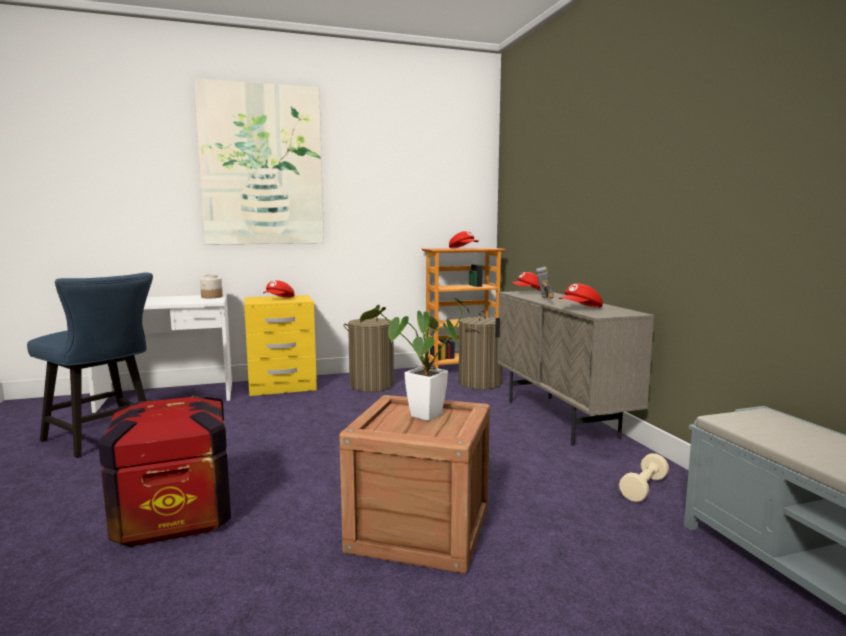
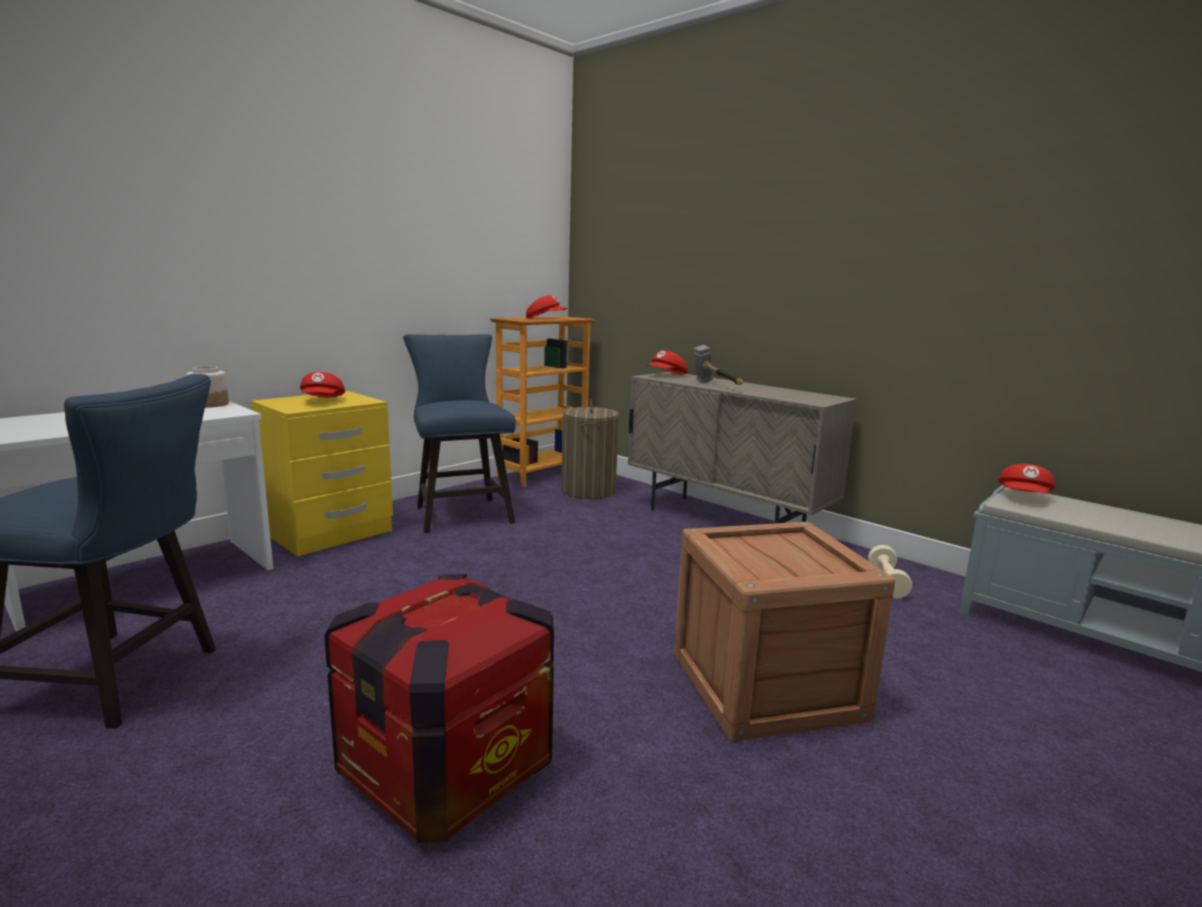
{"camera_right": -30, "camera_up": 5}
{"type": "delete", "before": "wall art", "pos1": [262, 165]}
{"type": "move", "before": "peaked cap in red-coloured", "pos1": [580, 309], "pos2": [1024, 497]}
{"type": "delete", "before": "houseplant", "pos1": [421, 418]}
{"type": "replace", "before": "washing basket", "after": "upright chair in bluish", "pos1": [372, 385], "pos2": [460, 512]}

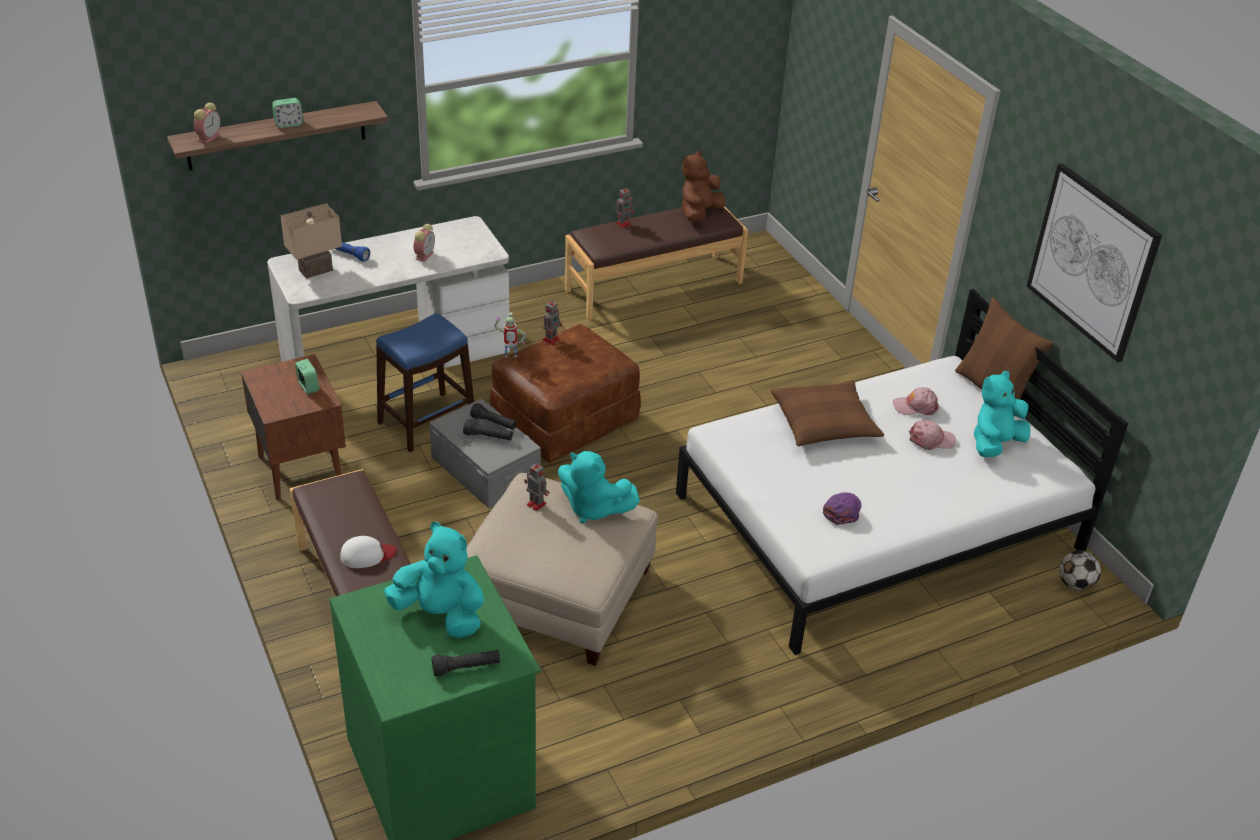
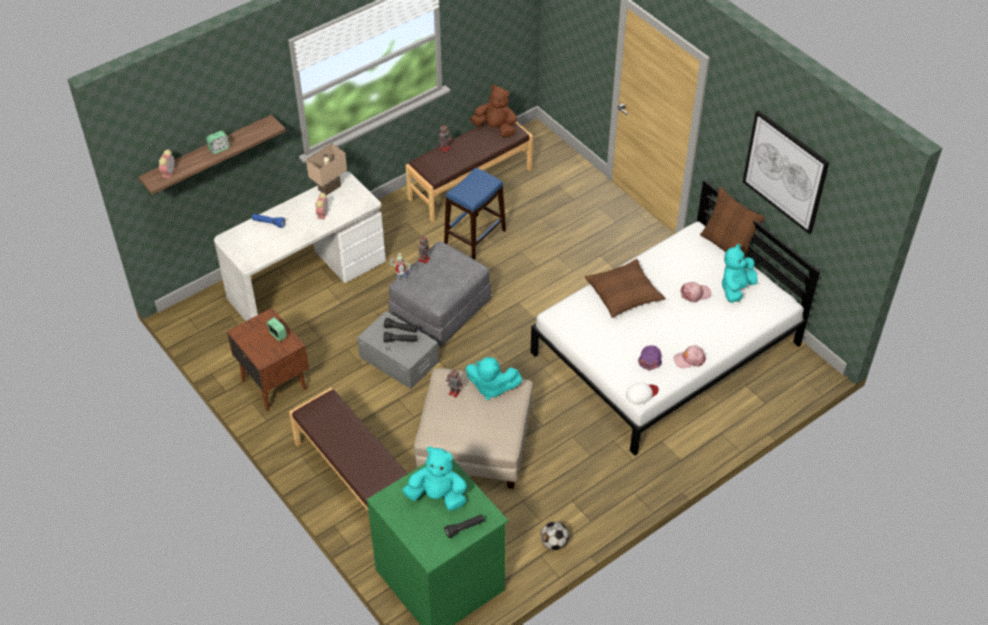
{"camera_right": -10, "camera_up": 10}
{"type": "rotate", "before": "soft toy in brown", "pos1": [699, 213], "pos2": [495, 128], "turn": 90}
{"type": "move", "before": "lamp for a table in sand-coloured", "pos1": [316, 271], "pos2": [330, 188]}
{"type": "move", "before": "stool in bluish", "pos1": [427, 422], "pos2": [475, 237]}
{"type": "recolor", "before": "ottoman in brown", "after": "ottoman in grey", "pos1": [565, 420], "pos2": [440, 309]}
{"type": "move", "before": "peaked cap in pink", "pos1": [915, 406], "pos2": [689, 359]}
{"type": "move", "before": "peaked cap in white-coloured", "pos1": [367, 555], "pos2": [641, 394]}
{"type": "move", "before": "ball for football", "pos1": [1075, 584], "pos2": [554, 543]}

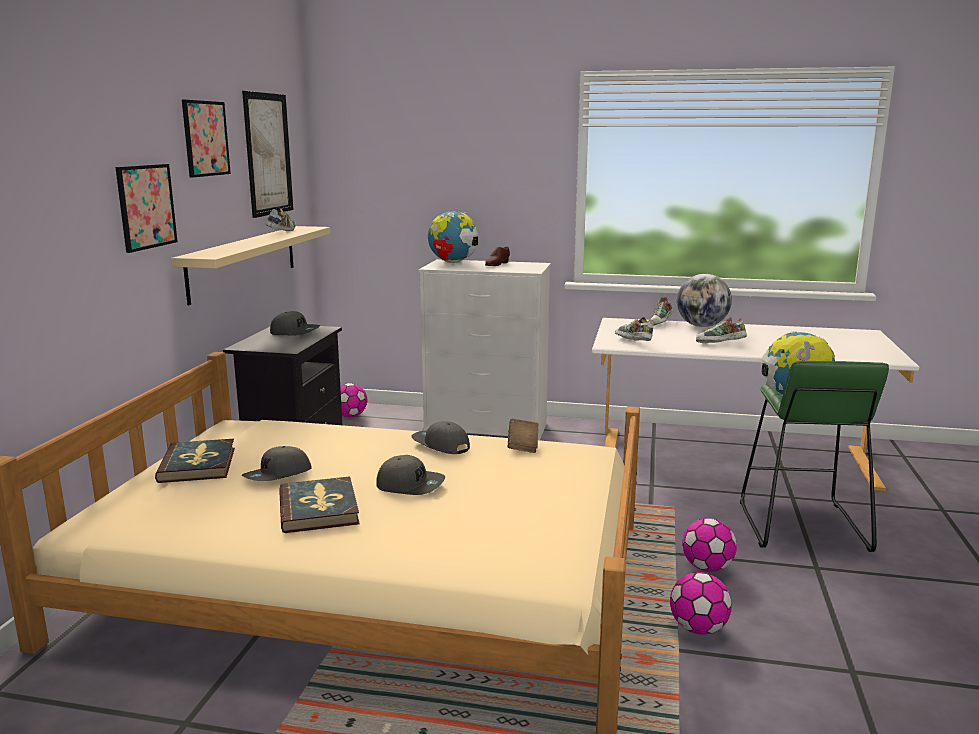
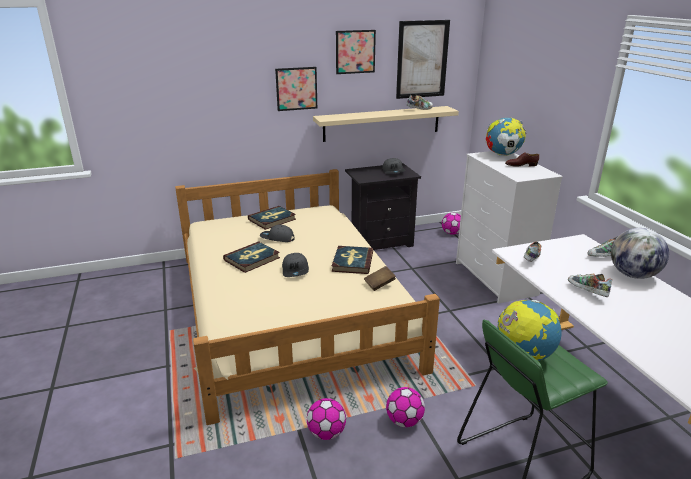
{"camera_right": 60, "camera_up": 10}
{"type": "replace", "before": "peaked cap in grey", "after": "book", "pos1": [440, 446], "pos2": [352, 262]}

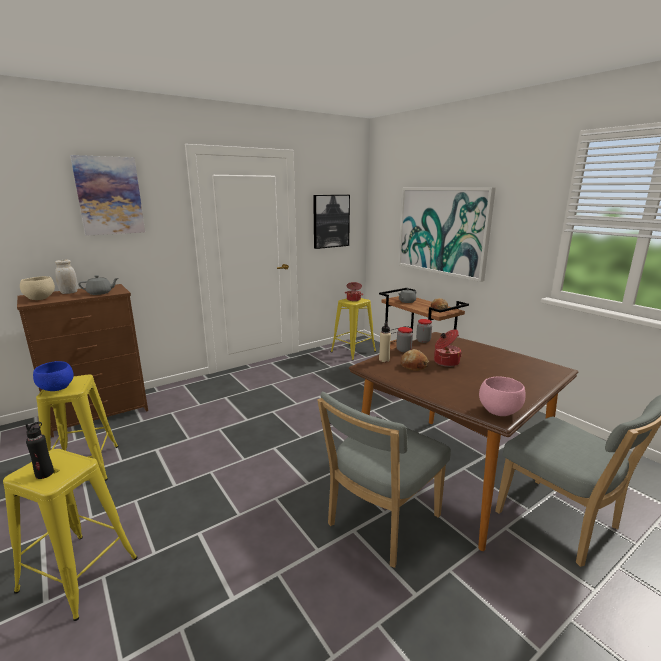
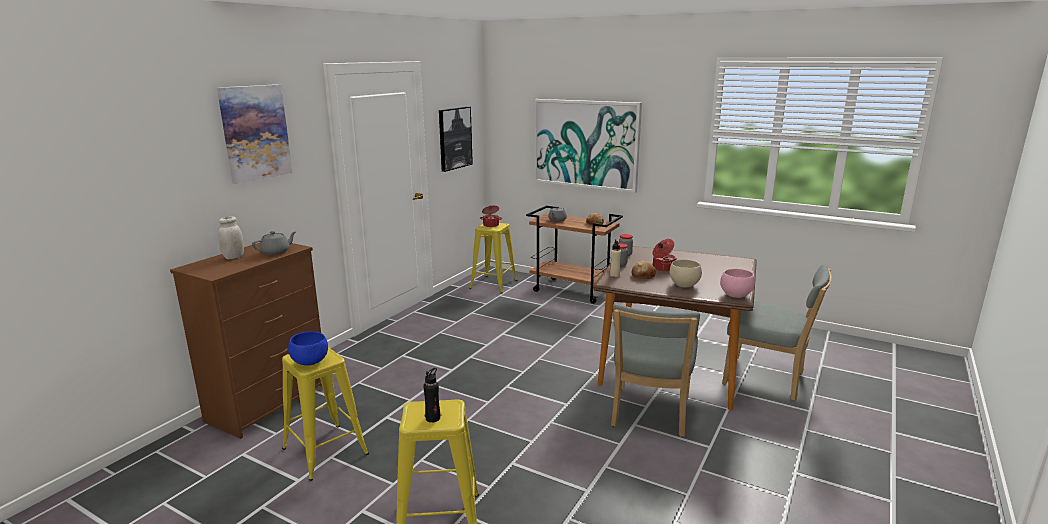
{"camera_right": -25, "camera_up": 0}
{"type": "move", "before": "bowl in sand-coloured", "pos1": [39, 299], "pos2": [683, 285]}

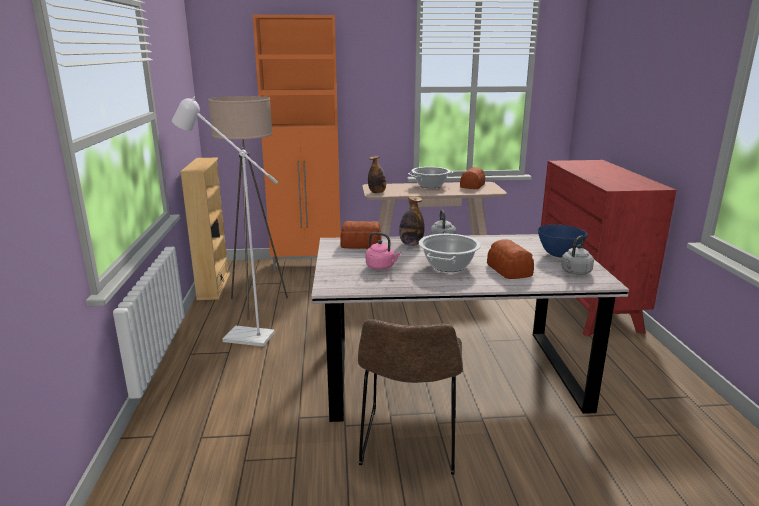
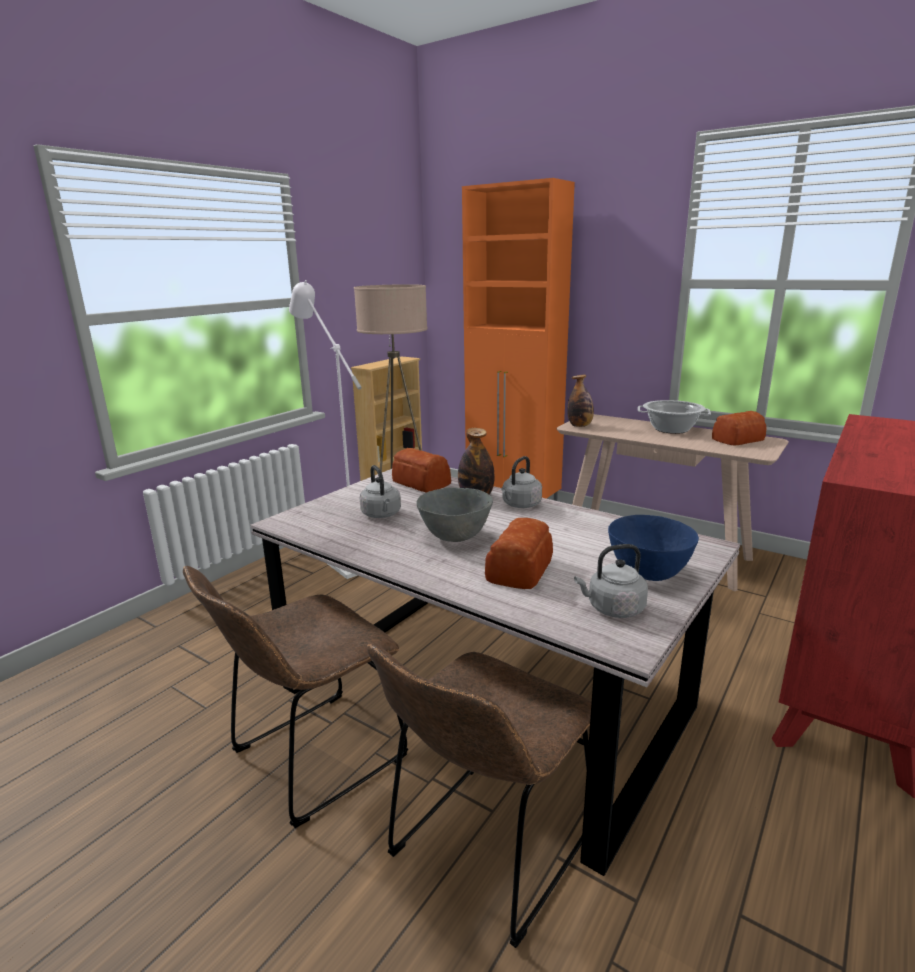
{"camera_right": 40, "camera_up": 0}
{"type": "recolor", "before": "tea kettle in pink", "after": "tea kettle in grey", "pos1": [381, 267], "pos2": [382, 515]}
{"type": "replace", "before": "saucepot", "after": "bowl in grey", "pos1": [448, 266], "pos2": [455, 537]}
{"type": "insert", "after": "upright chair in brown", "pos2": [486, 851]}

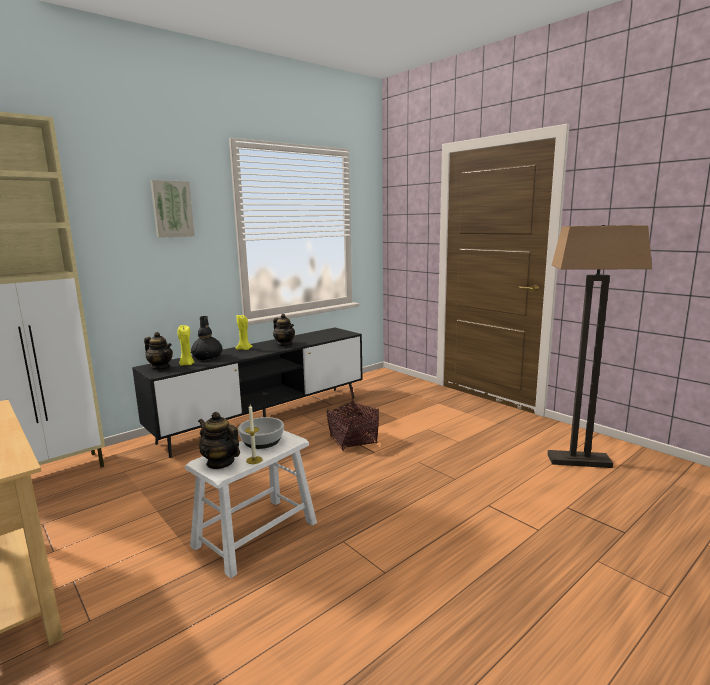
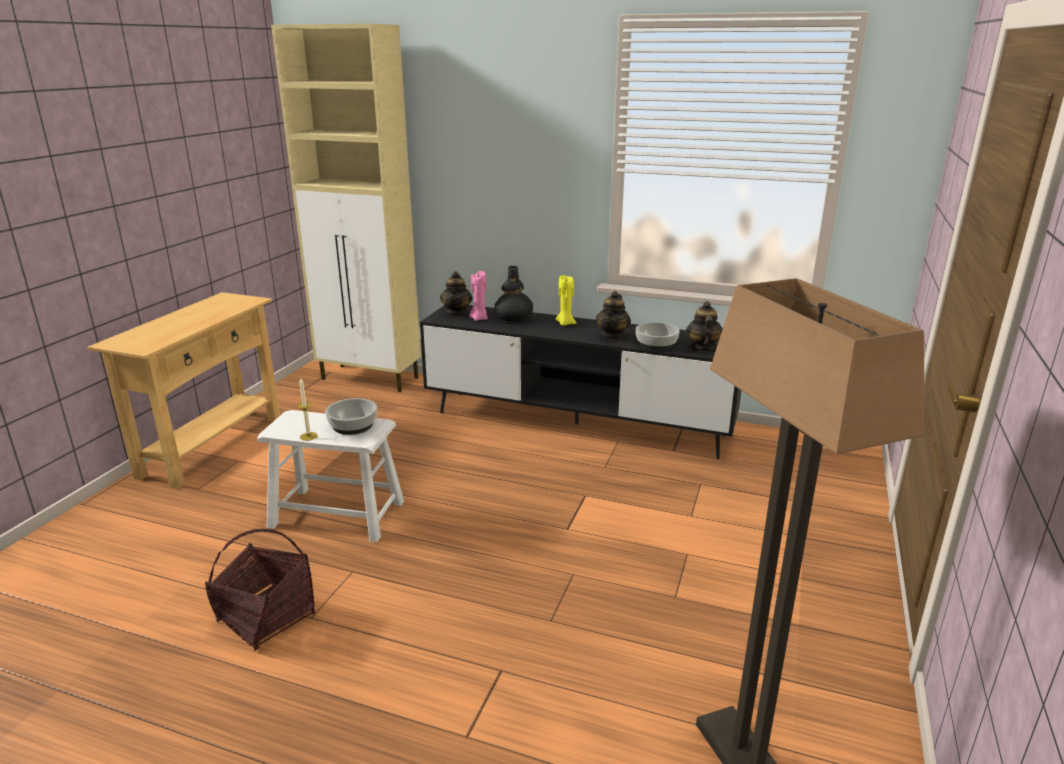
{"camera_right": 60, "camera_up": 10}
{"type": "delete", "before": "wall art", "pos1": [172, 209]}
{"type": "recolor", "before": "candle in yellow-coloured", "after": "candle in pink", "pos1": [186, 364], "pos2": [479, 318]}
{"type": "move", "before": "household basket", "pos1": [353, 440], "pos2": [267, 618]}
{"type": "move", "before": "tea pot", "pos1": [220, 463], "pos2": [702, 348]}
{"type": "insert", "after": "bowl", "pos2": [656, 344]}

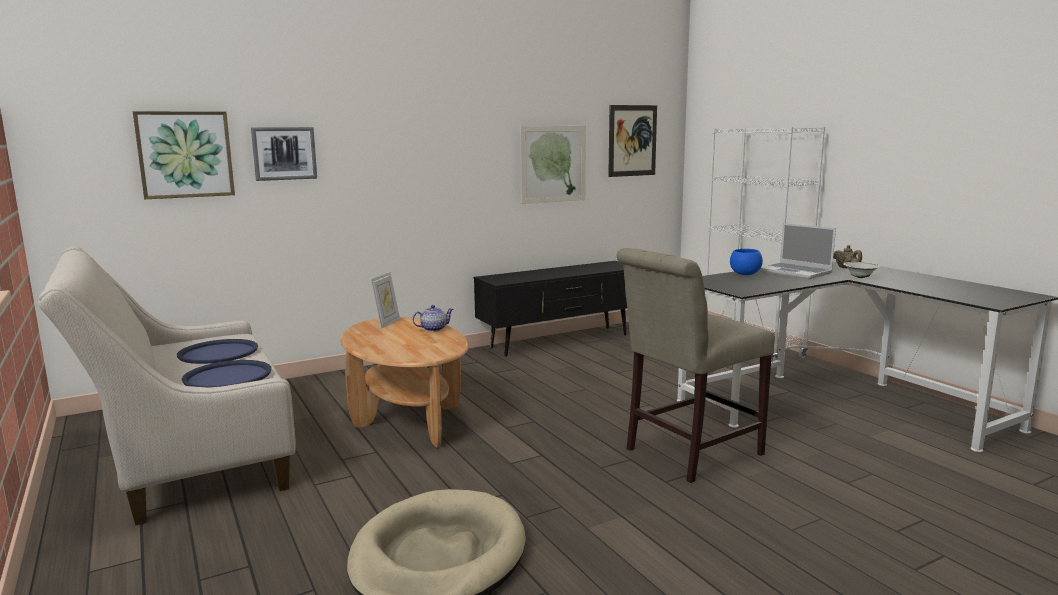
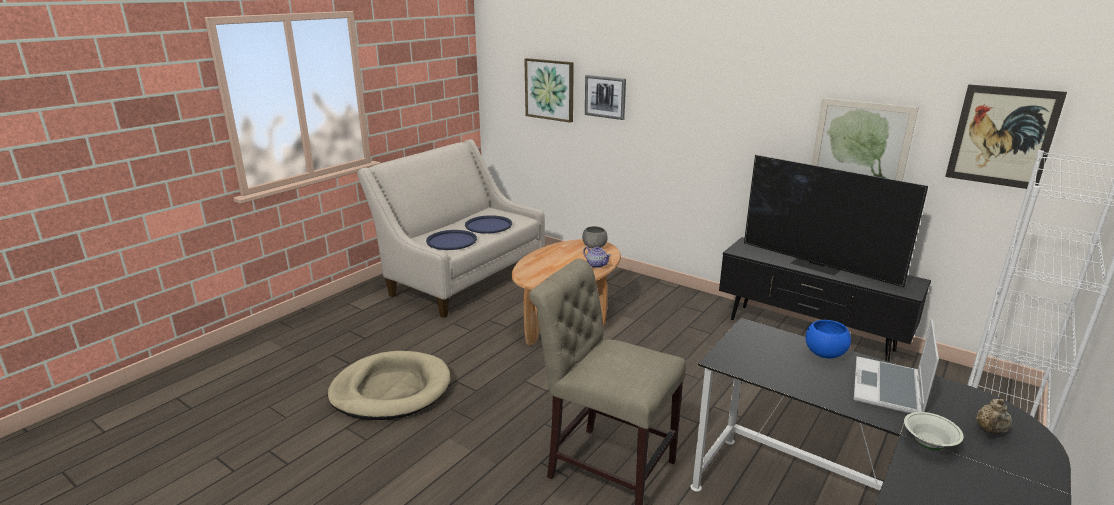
{"camera_right": 65, "camera_up": 10}
{"type": "replace", "before": "picture frame", "after": "bowl in grey", "pos1": [387, 323], "pos2": [594, 247]}
{"type": "insert", "after": "TV set", "pos2": [817, 265]}

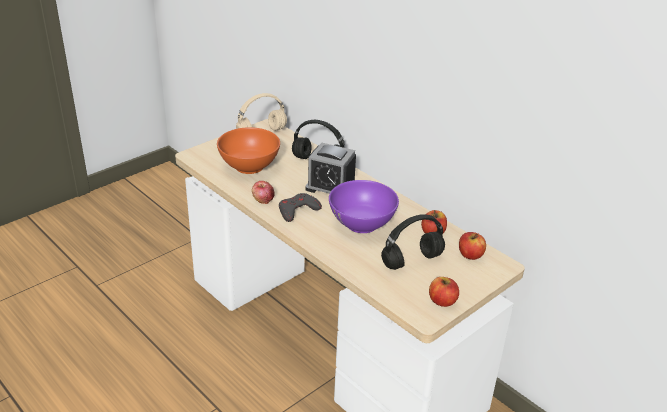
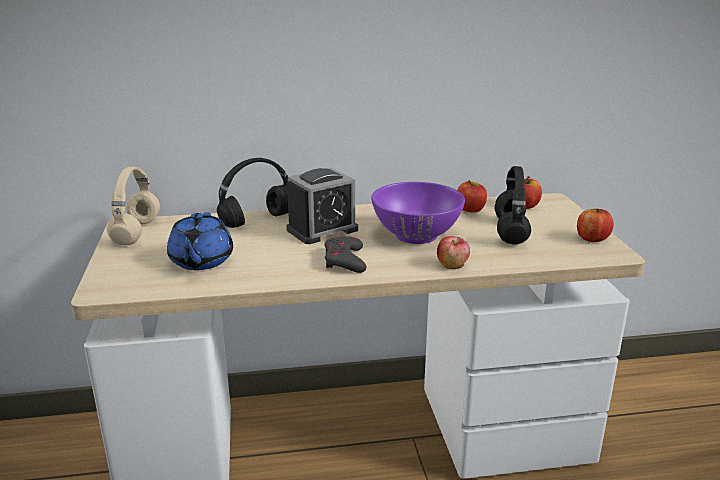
{"camera_right": -55, "camera_up": -10}
{"type": "replace", "before": "bowl in orange-coloured", "after": "tea pot in bluish", "pos1": [249, 166], "pos2": [201, 261]}
{"type": "move", "before": "apple", "pos1": [263, 200], "pos2": [452, 265]}

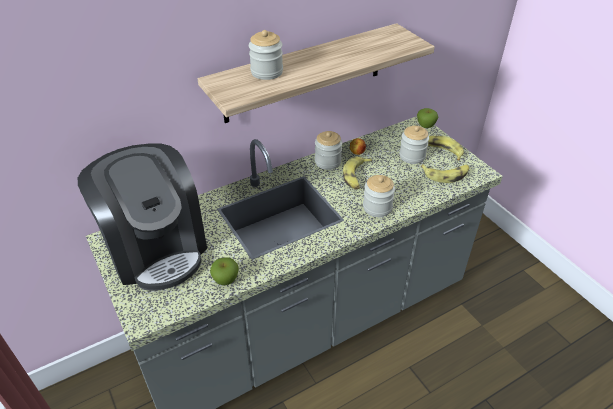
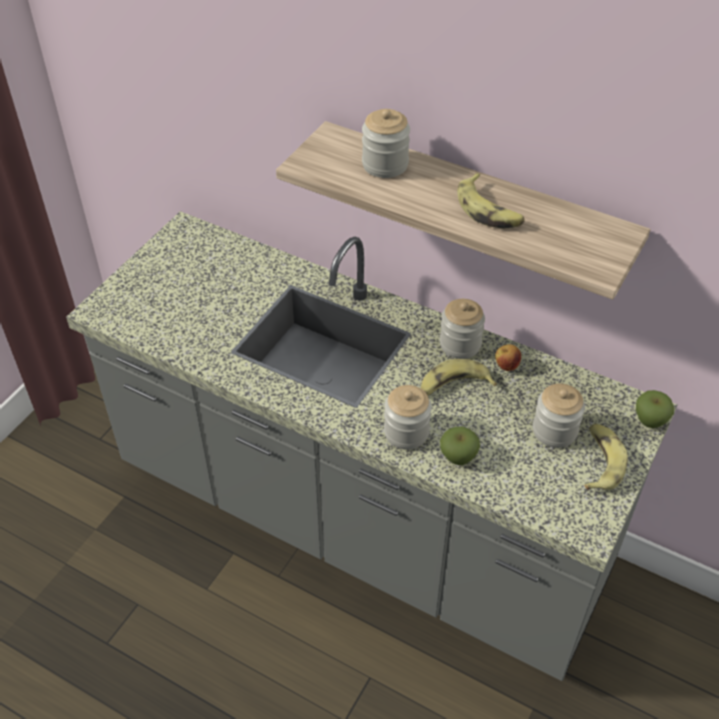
{"camera_right": 60, "camera_up": 5}
{"type": "delete", "before": "coffee maker", "pos1": [156, 248]}
{"type": "move", "before": "banana", "pos1": [446, 175], "pos2": [489, 210]}
{"type": "move", "before": "apple", "pos1": [226, 280], "pos2": [458, 457]}

